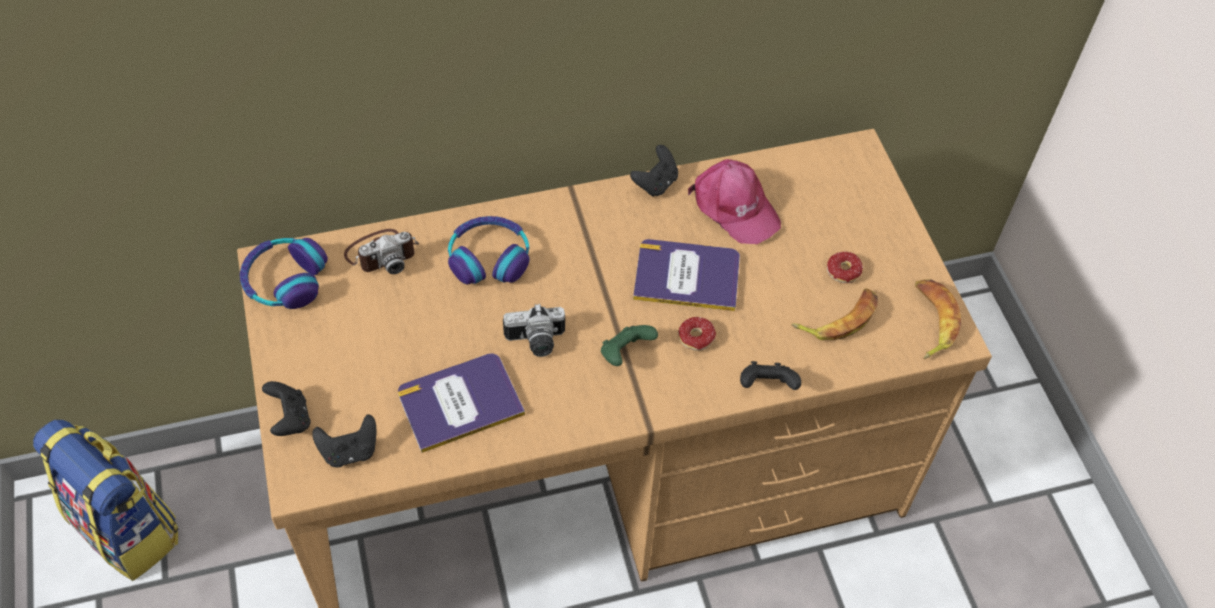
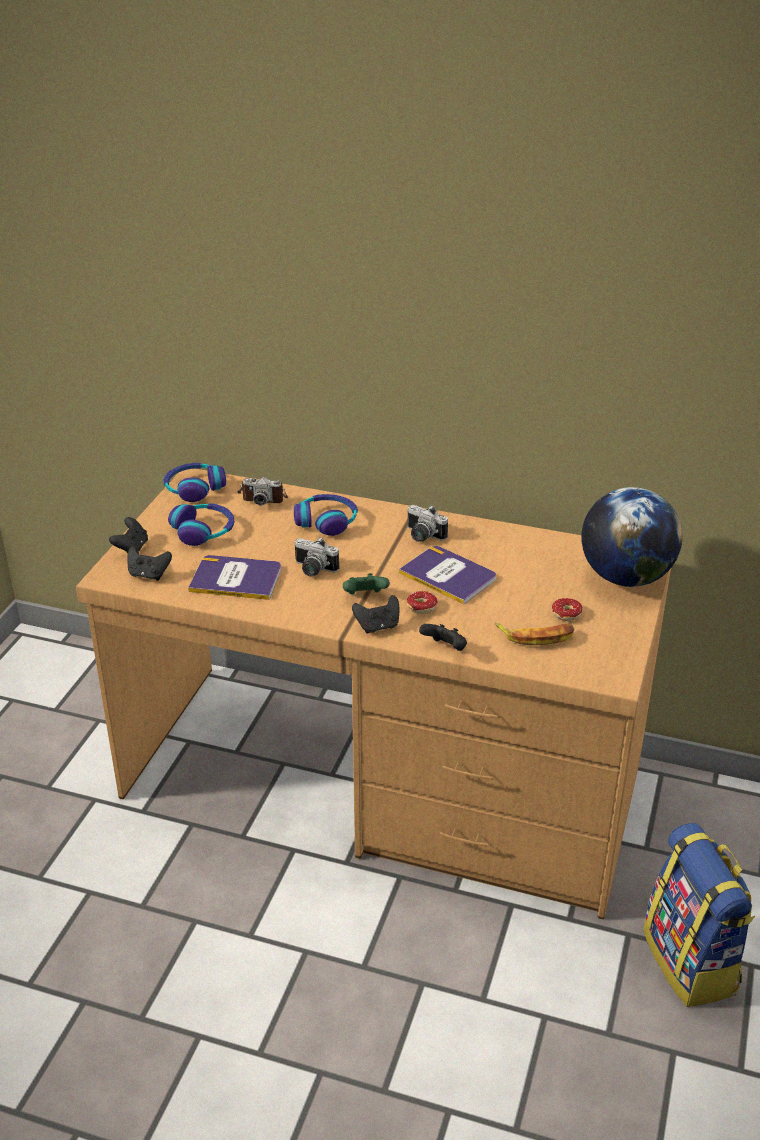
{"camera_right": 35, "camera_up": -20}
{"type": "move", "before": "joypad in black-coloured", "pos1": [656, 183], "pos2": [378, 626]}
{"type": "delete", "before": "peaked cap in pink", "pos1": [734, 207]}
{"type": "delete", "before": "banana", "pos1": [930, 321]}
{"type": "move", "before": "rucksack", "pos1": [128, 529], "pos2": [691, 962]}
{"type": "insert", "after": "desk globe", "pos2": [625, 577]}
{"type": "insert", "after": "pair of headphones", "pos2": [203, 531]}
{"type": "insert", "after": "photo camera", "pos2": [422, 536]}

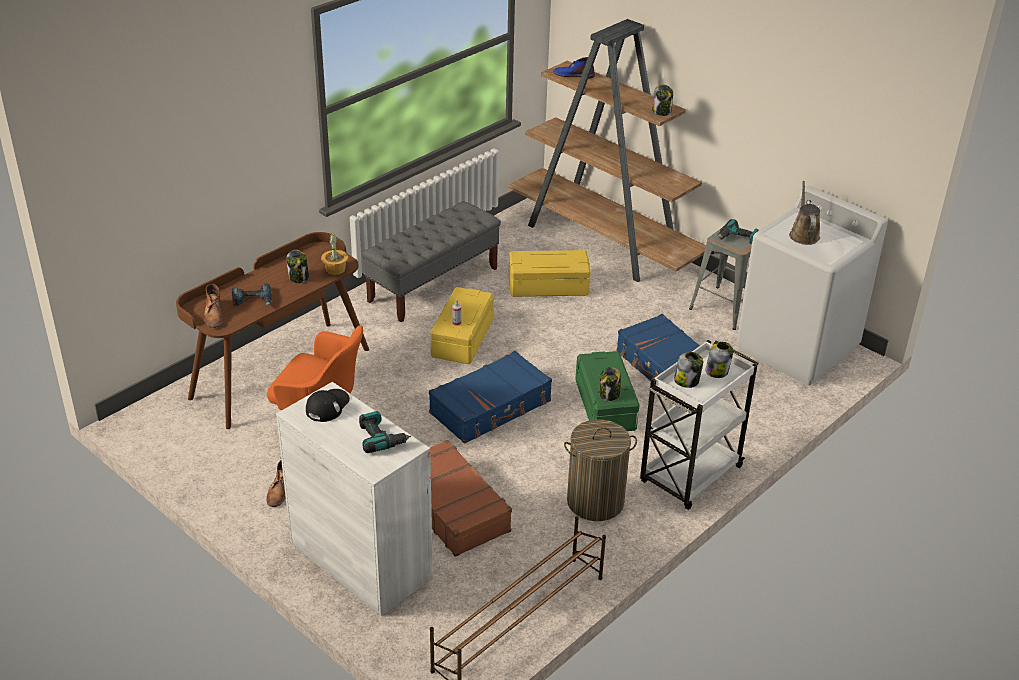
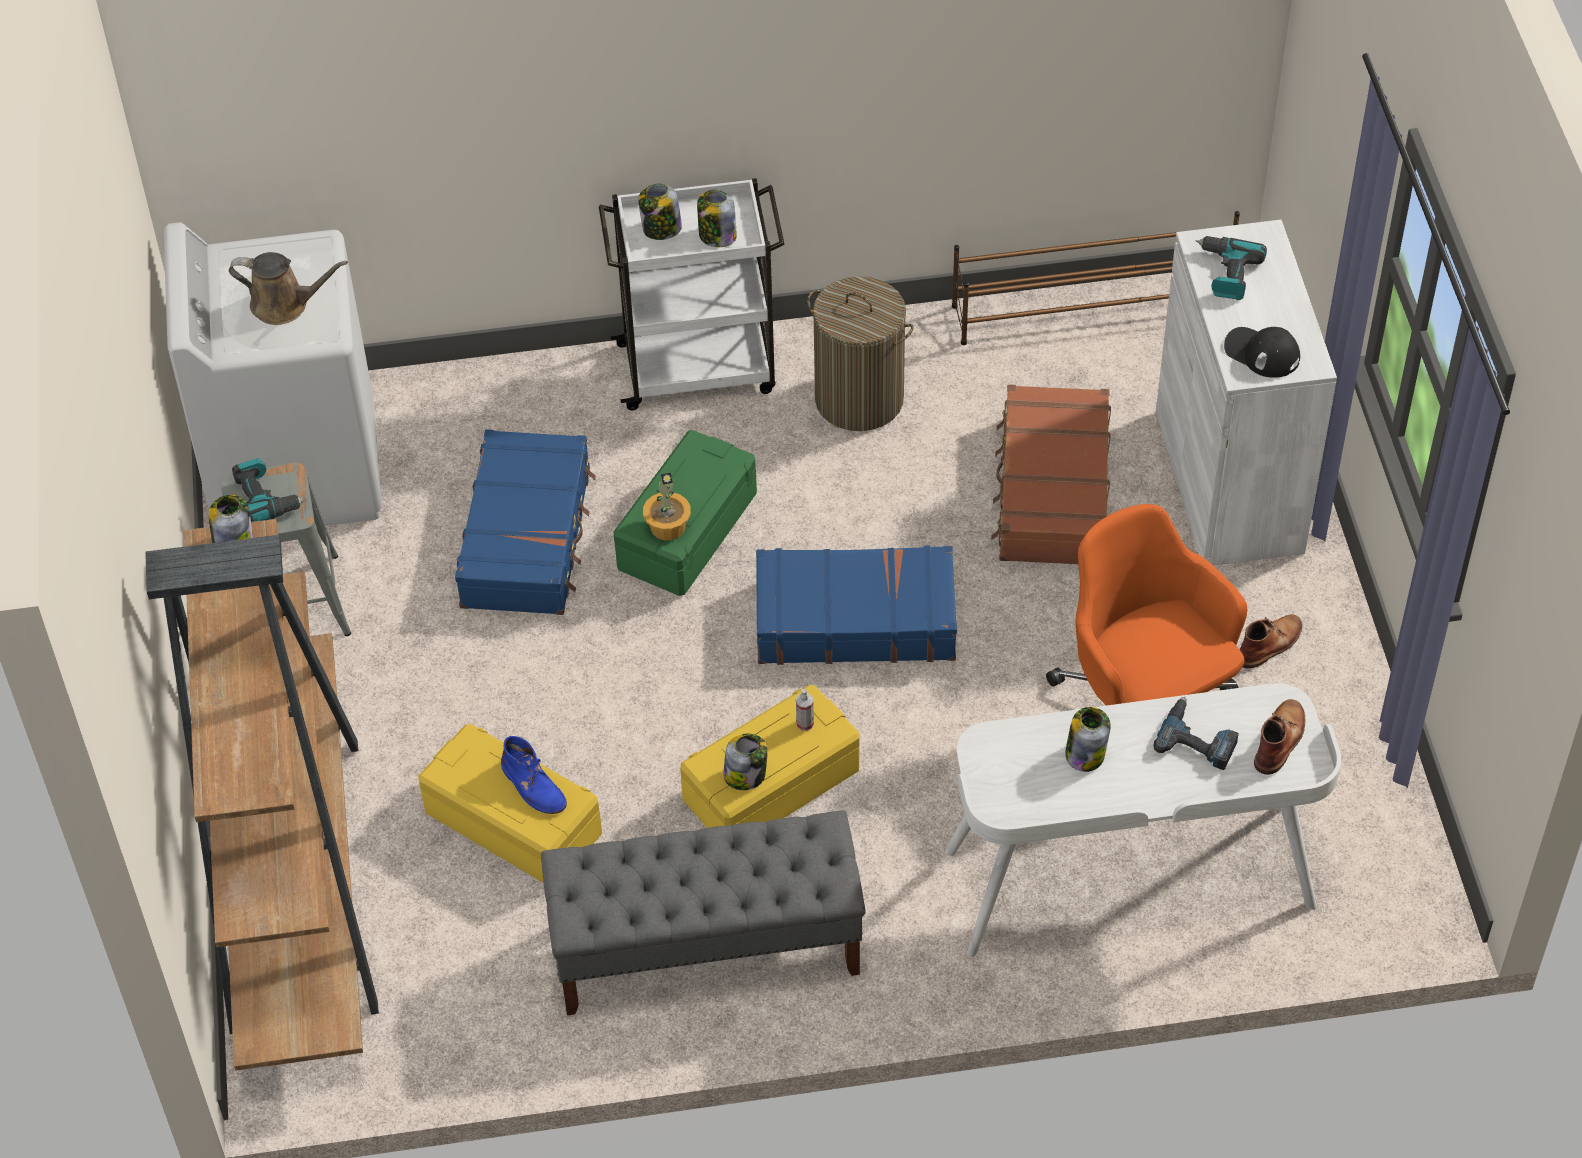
{"camera_right": -140, "camera_up": 15}
{"type": "move", "before": "tall boot in bluish", "pos1": [573, 74], "pos2": [533, 786]}
{"type": "rotate", "before": "sprinkling can in brown", "pos1": [803, 234], "pos2": [285, 305], "turn": -120}
{"type": "recolor", "before": "desk table in brown", "after": "desk table in white-coloured", "pos1": [279, 372], "pos2": [1129, 881]}
{"type": "move", "before": "houseplant", "pos1": [335, 269], "pos2": [667, 526]}
{"type": "move", "before": "preserve jar", "pos1": [609, 395], "pos2": [745, 775]}
{"type": "rotate", "before": "peaked cap in black-coloured", "pos1": [327, 406], "pos2": [1261, 353], "turn": 60}

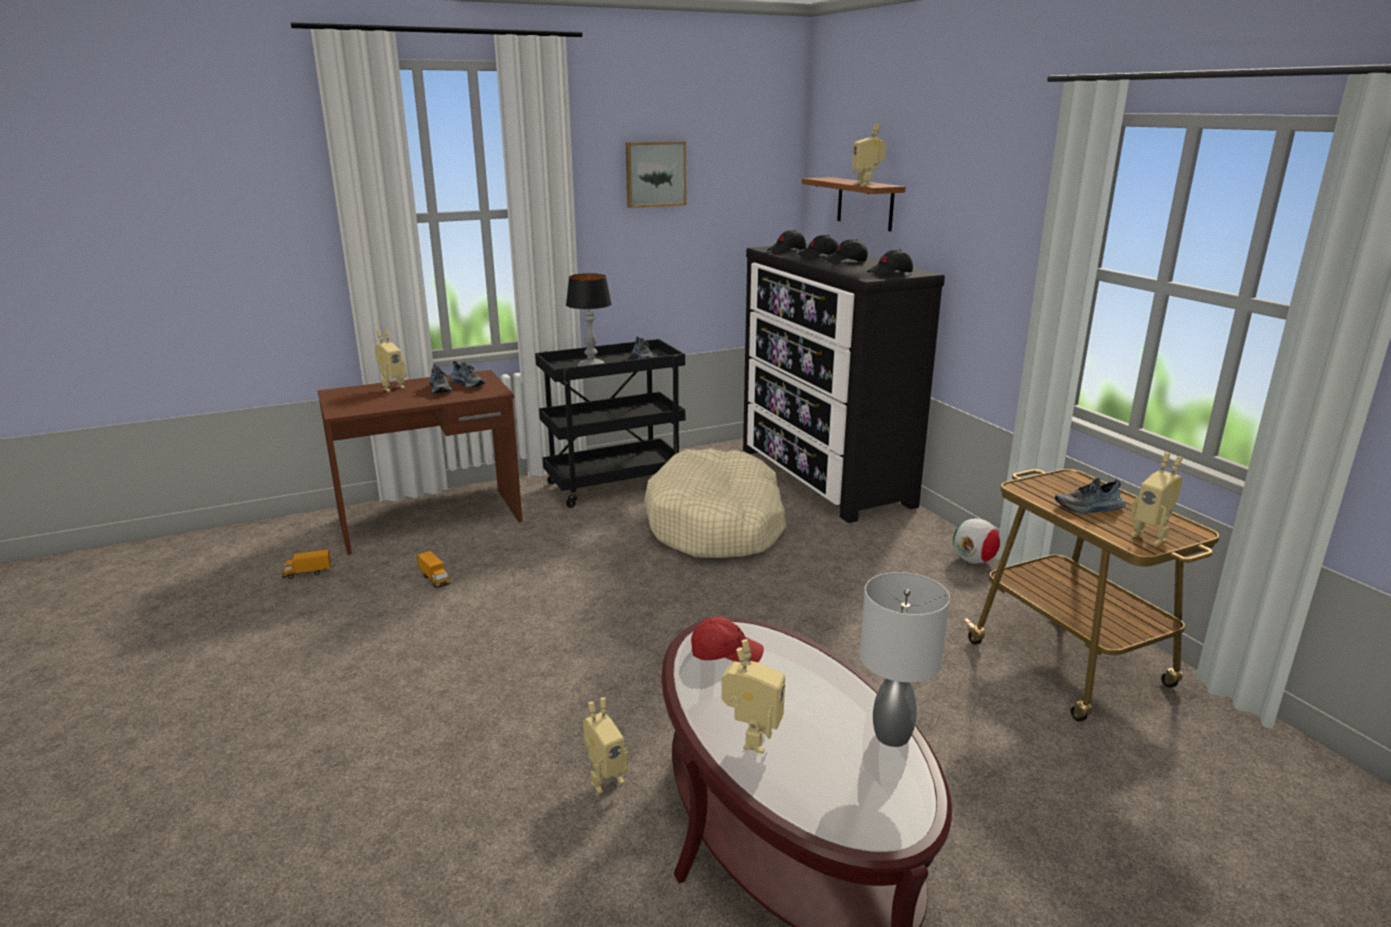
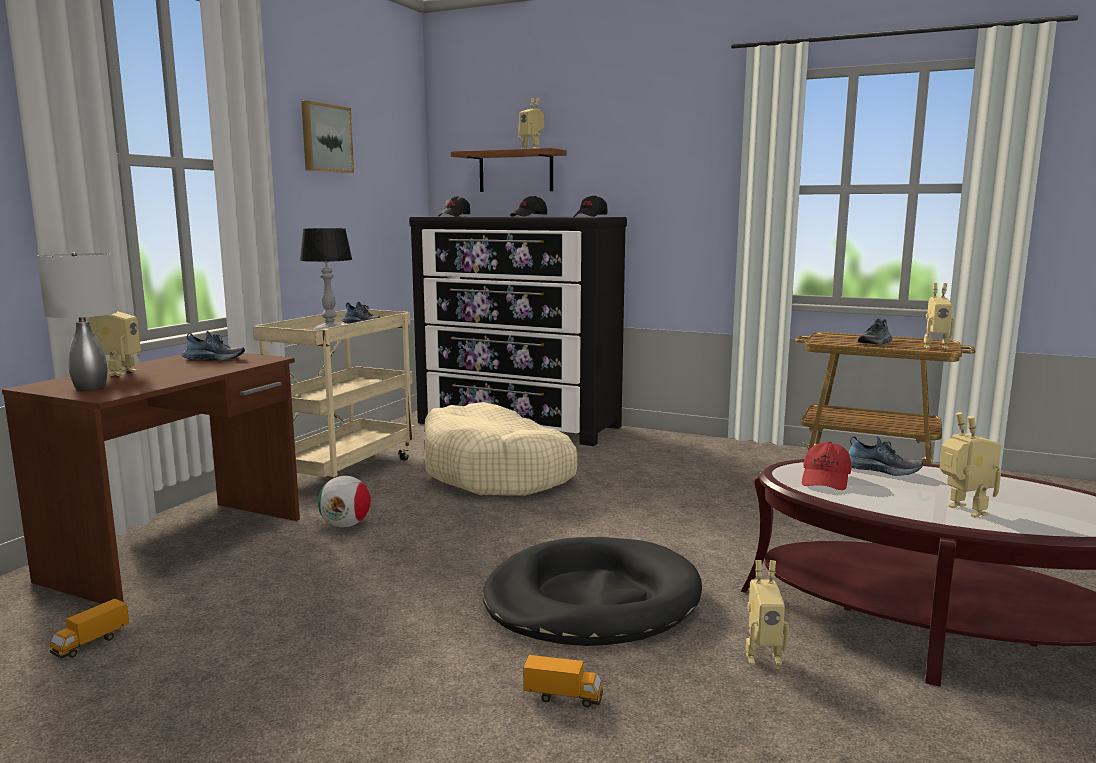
{"camera_right": -40, "camera_up": -10}
{"type": "delete", "before": "peaked cap in black-coloured", "pos1": [818, 256]}
{"type": "recolor", "before": "cart in black-coloured", "after": "cart in sand-coloured", "pos1": [615, 484], "pos2": [344, 470]}
{"type": "move", "before": "shoe", "pos1": [441, 389], "pos2": [880, 470]}
{"type": "move", "before": "ball for football", "pos1": [973, 560], "pos2": [345, 525]}
{"type": "move", "before": "toy lorry", "pos1": [434, 579], "pos2": [563, 697]}
{"type": "move", "before": "lamp for a table in grey", "pos1": [893, 736], "pos2": [91, 387]}
{"type": "rotate", "before": "peaked cap in red-coloured", "pos1": [726, 652], "pos2": [826, 480], "turn": 150}
{"type": "rotate", "before": "robot figure", "pos1": [604, 779], "pos2": [762, 656], "turn": 75}
{"type": "insert", "after": "dog cushion in black-coloured", "pos2": [591, 599]}

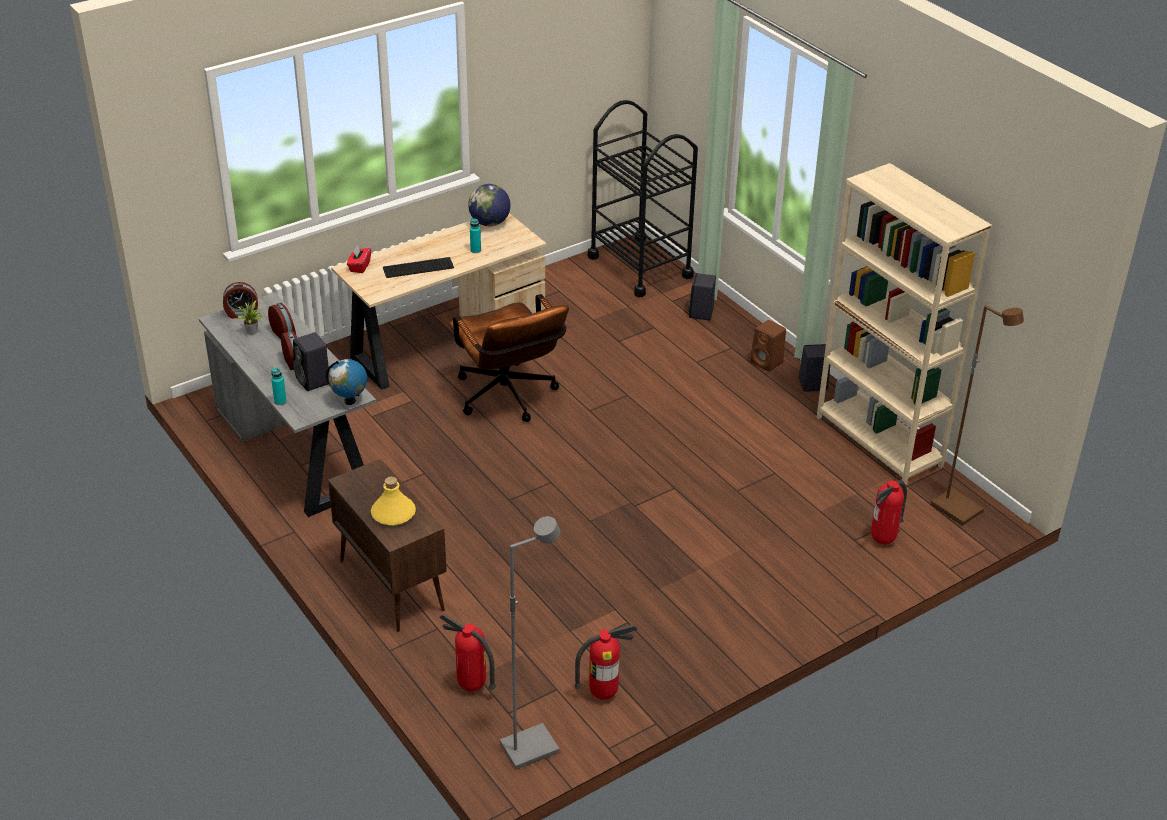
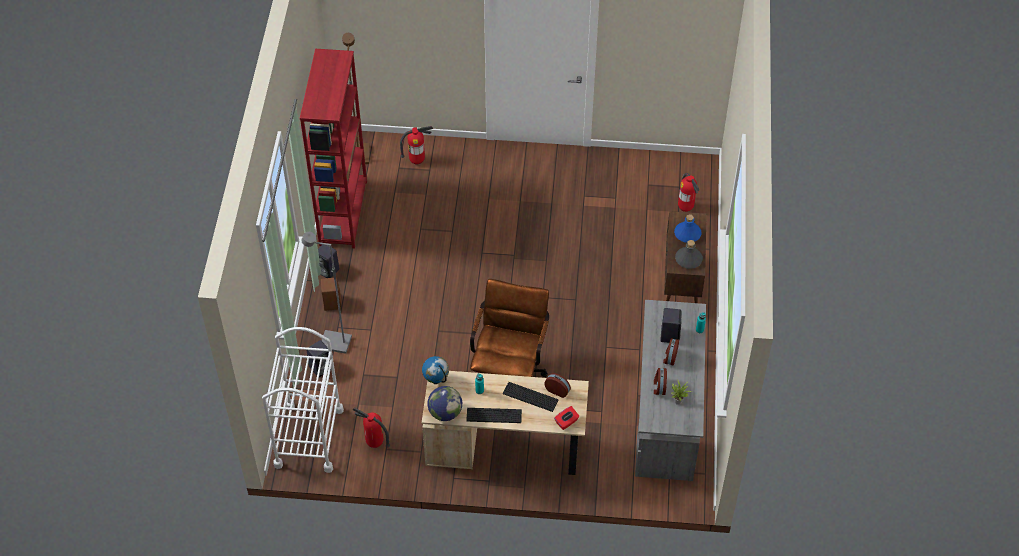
{"camera_right": -140, "camera_up": 15}
{"type": "recolor", "before": "cart in black-coloured", "after": "cart in white-coloured", "pos1": [640, 266], "pos2": [309, 437]}
{"type": "recolor", "before": "bookcase in sand-coloured", "after": "bookcase in red-coloured", "pos1": [879, 441], "pos2": [343, 213]}
{"type": "move", "before": "bedside clock", "pos1": [242, 313], "pos2": [557, 390]}
{"type": "move", "before": "desk globe", "pos1": [349, 401], "pos2": [436, 380]}
{"type": "recolor", "before": "bottle in yellow-coloured", "after": "bottle in bluish", "pos1": [393, 514], "pos2": [687, 233]}
{"type": "move", "before": "floor lamp in grey", "pos1": [529, 747], "pos2": [335, 343]}
{"type": "move", "before": "extinguisher", "pos1": [603, 694], "pos2": [374, 443]}
{"type": "insert", "after": "bottle in grey", "pos2": [688, 259]}
{"type": "insert", "after": "keyboard", "pos2": [494, 415]}

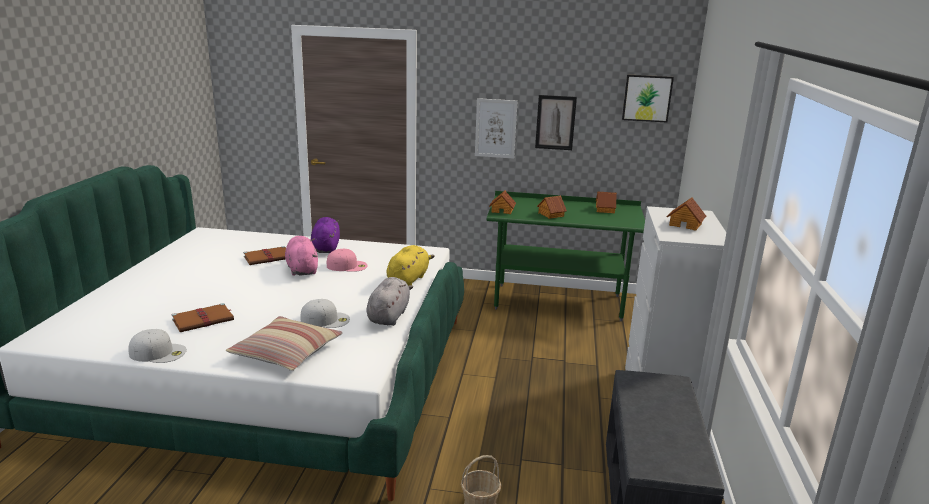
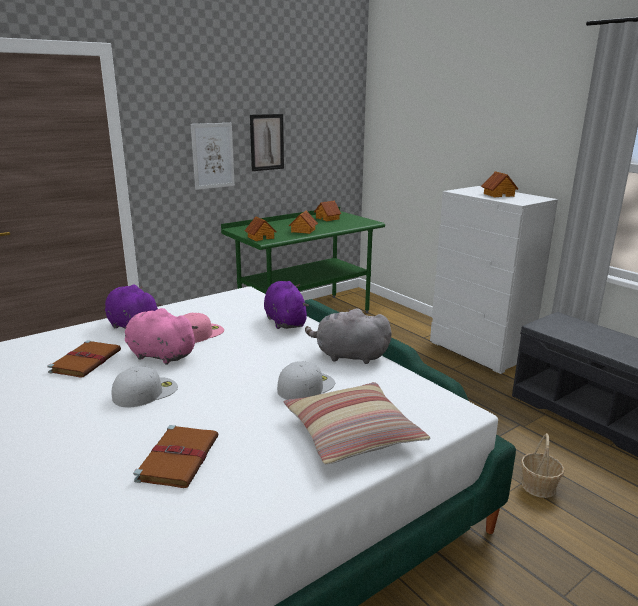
{"camera_right": -45, "camera_up": 0}
{"type": "delete", "before": "wall art", "pos1": [647, 98]}
{"type": "recolor", "before": "soft toy in yellow-coloured", "after": "soft toy in purple", "pos1": [408, 279], "pos2": [285, 321]}
{"type": "rotate", "before": "soft toy in grey", "pos1": [389, 316], "pos2": [348, 356], "turn": -45}
{"type": "move", "before": "peaked cap in white-coloured", "pos1": [158, 352], "pos2": [145, 391]}

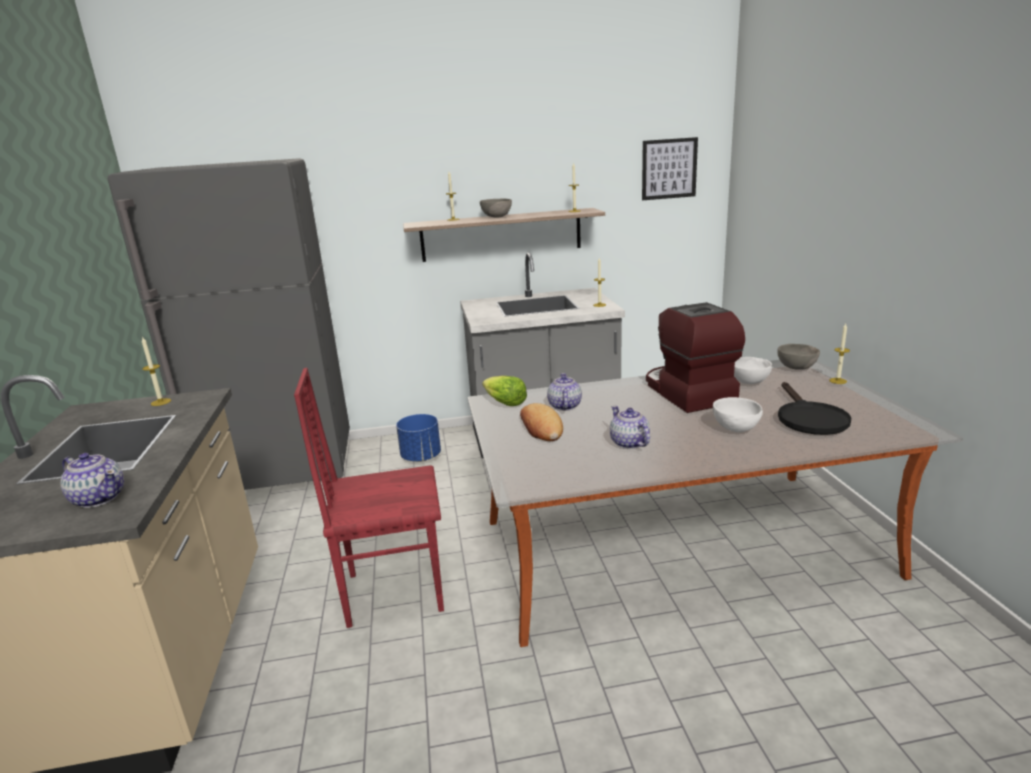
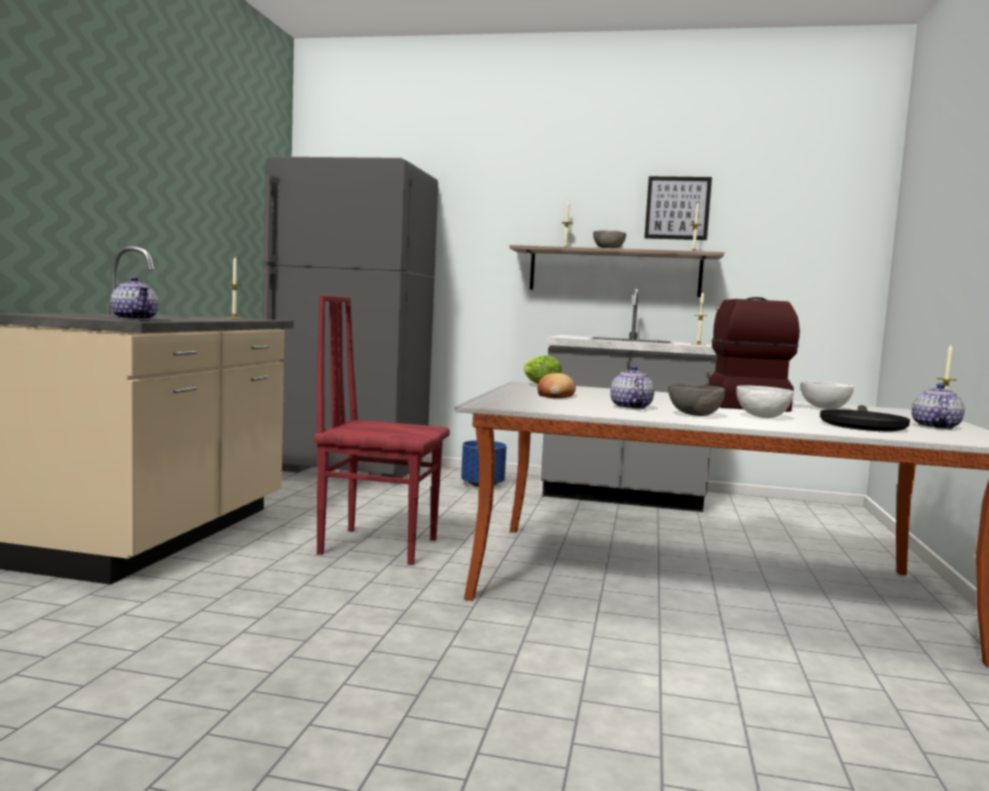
{"camera_right": 20, "camera_up": -15}
{"type": "move", "before": "wall art", "pos1": [669, 169], "pos2": [677, 208]}
{"type": "move", "before": "bowl in grey", "pos1": [797, 368], "pos2": [695, 415]}
{"type": "move", "before": "tea pot", "pos1": [564, 406], "pos2": [935, 427]}

